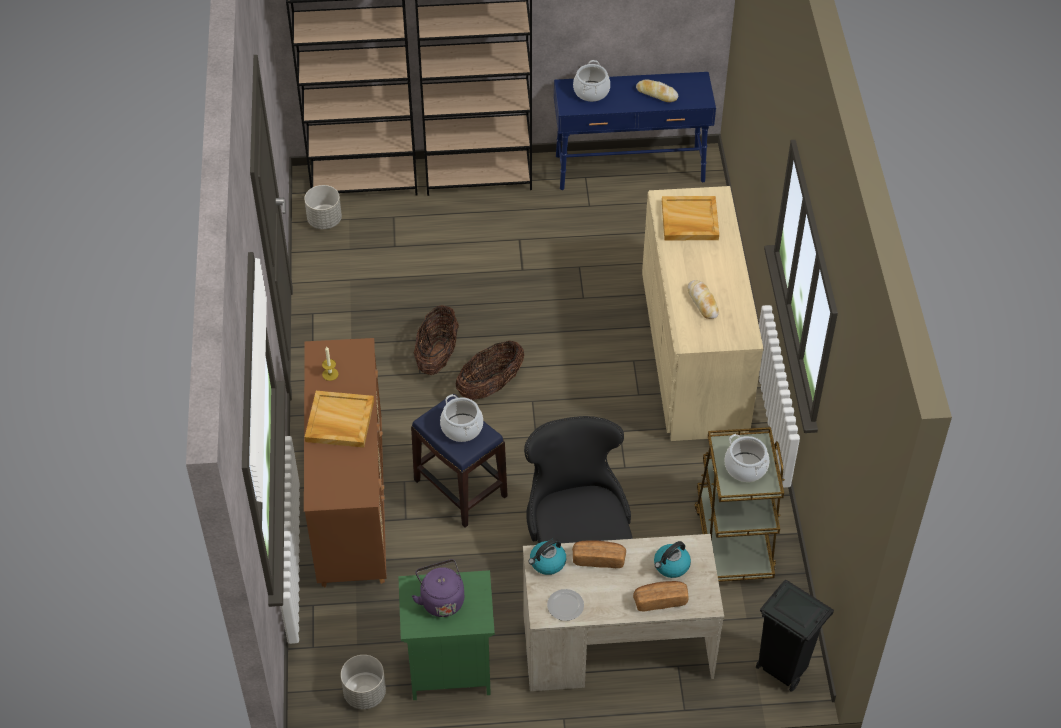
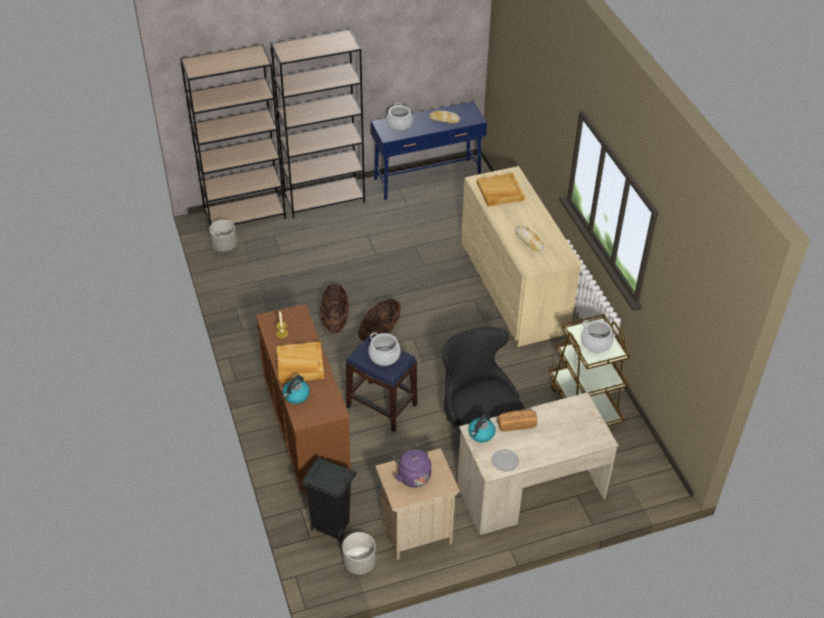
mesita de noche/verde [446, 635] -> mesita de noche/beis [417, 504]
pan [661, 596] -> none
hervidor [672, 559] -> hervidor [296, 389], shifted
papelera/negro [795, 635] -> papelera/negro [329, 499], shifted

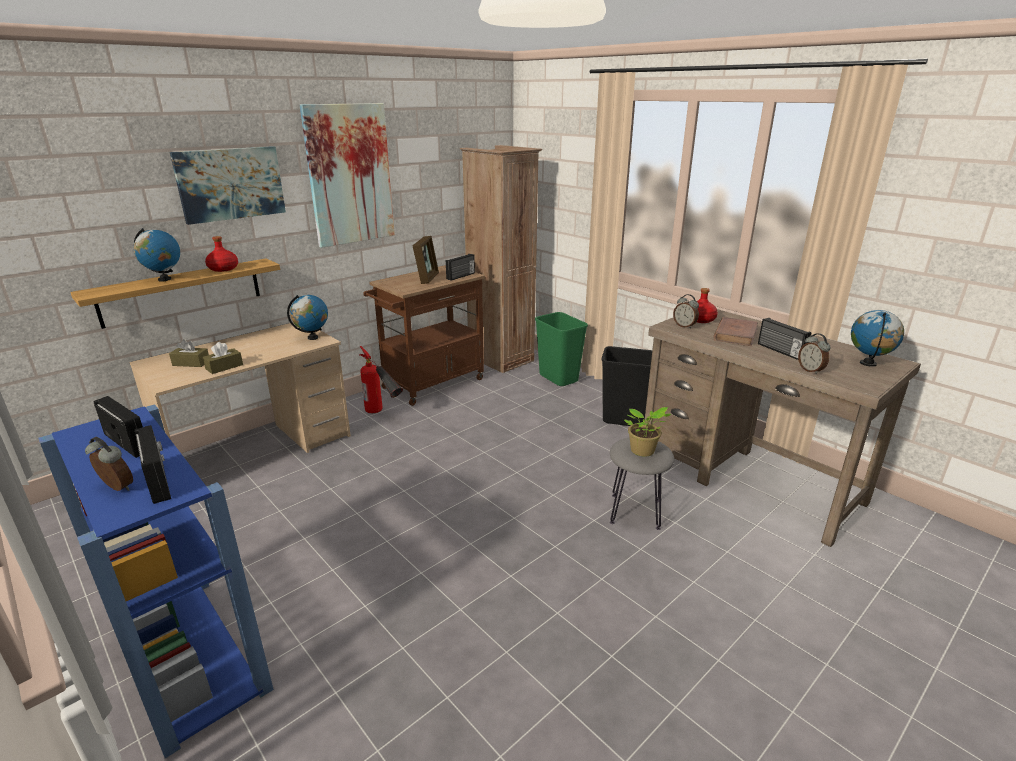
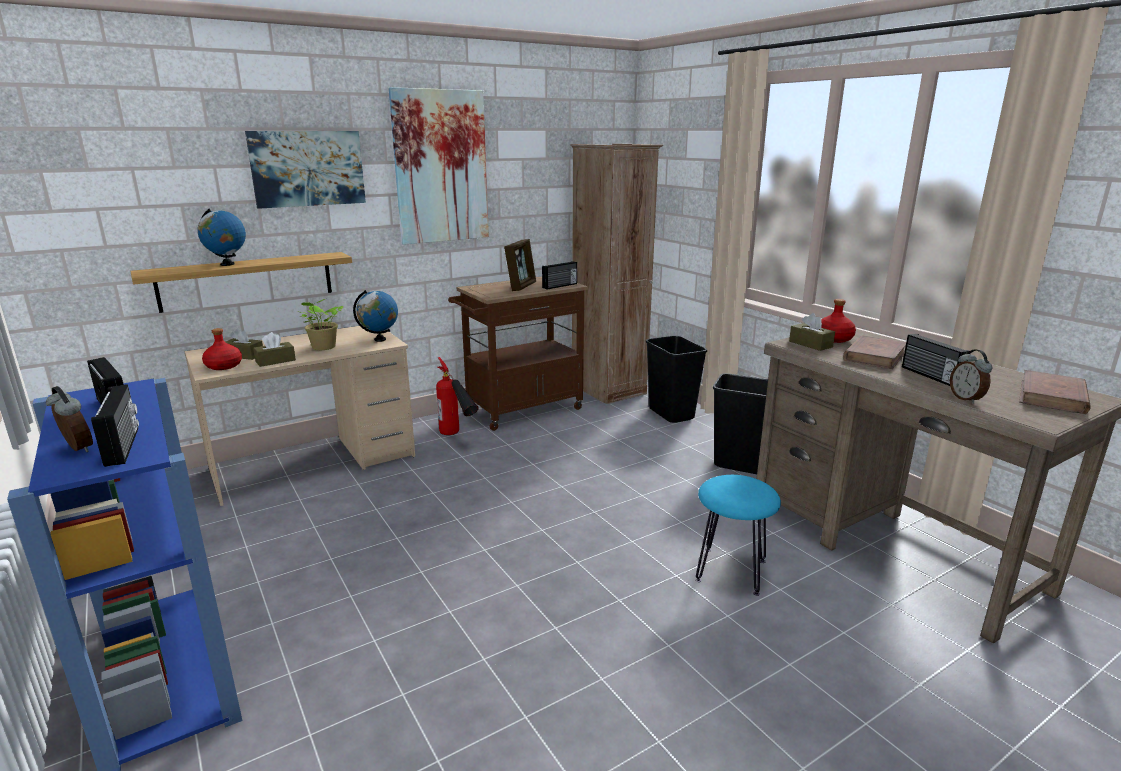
botella/rojo [221, 254] -> botella/rojo [222, 349], shifted
papelera/verde [561, 349] -> papelera/negro [676, 379]
taburete/gris [642, 483] -> taburete/turquesa [738, 535]
planta en maceta [647, 432] -> planta en maceta [319, 324], shifted
despertador [686, 311] -> caja de pañuelos/marrón [812, 332]
globo terráqueo [877, 338] -> libro/marrón [1055, 392]

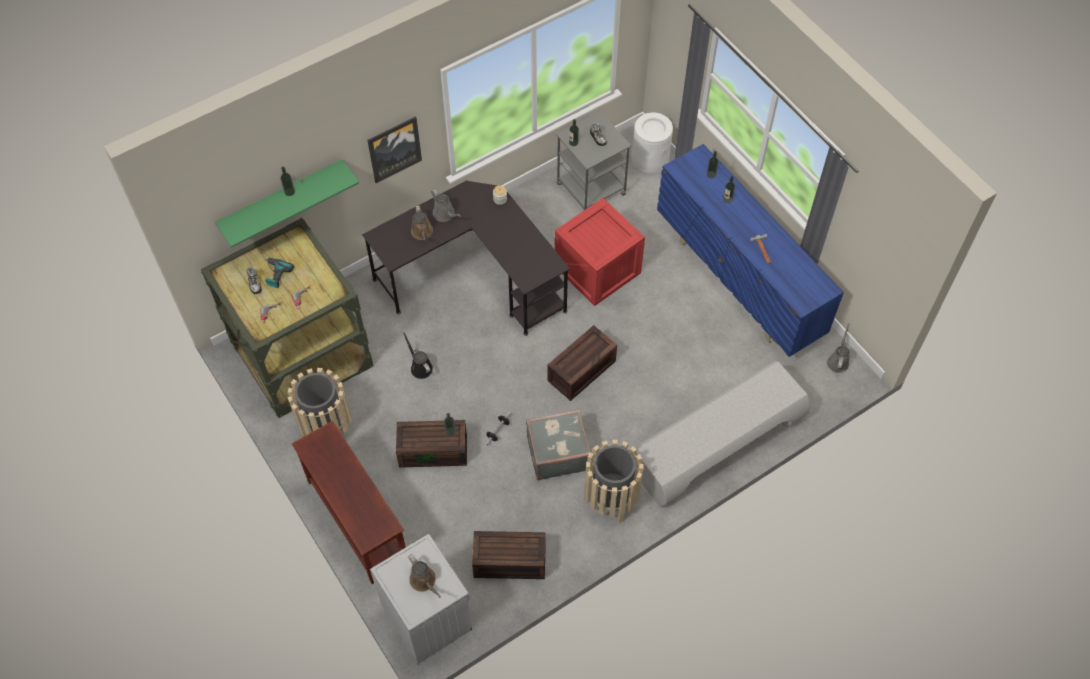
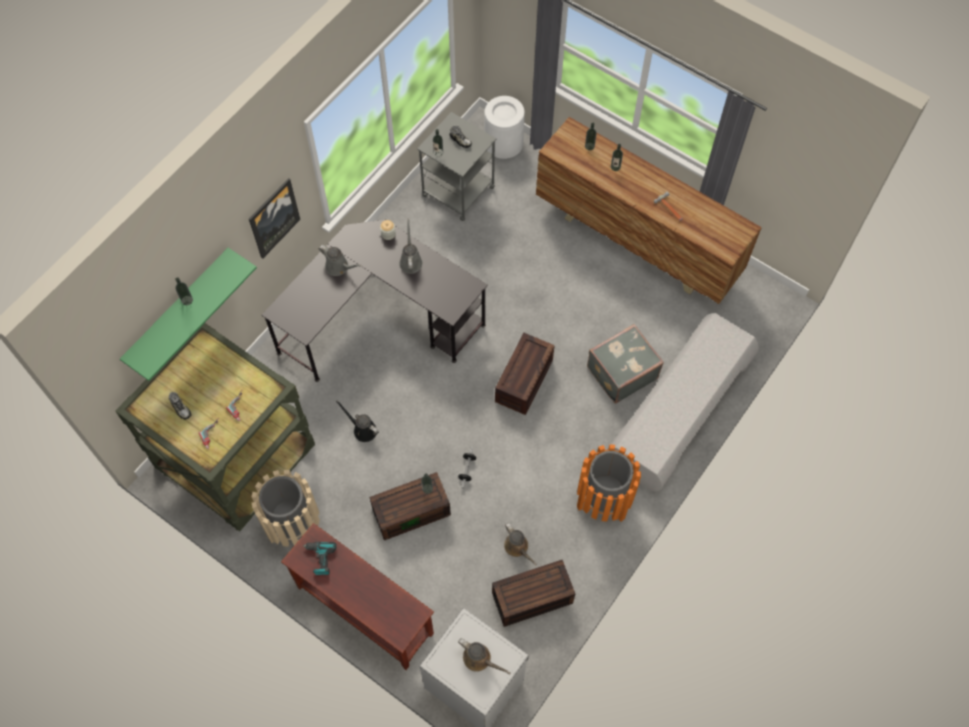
taladro [279, 273] -> taladro [320, 558], shifted
regadera/marrón [422, 223] -> regadera/marrón [520, 544], shifted
maleta/gris [558, 444] -> maleta/gris [625, 364], shifted
caja de embalaje [600, 252] -> none
papelera/beis [613, 481] -> papelera/naranja [609, 483]
armario/azul [750, 250] -> armario/marrón [649, 210]
regadera/gris [838, 348] -> regadera/gris [411, 246], shifted

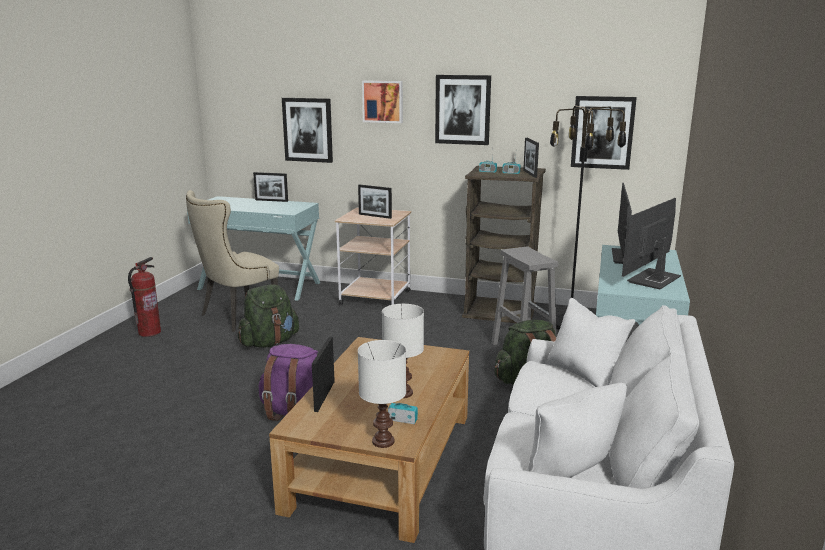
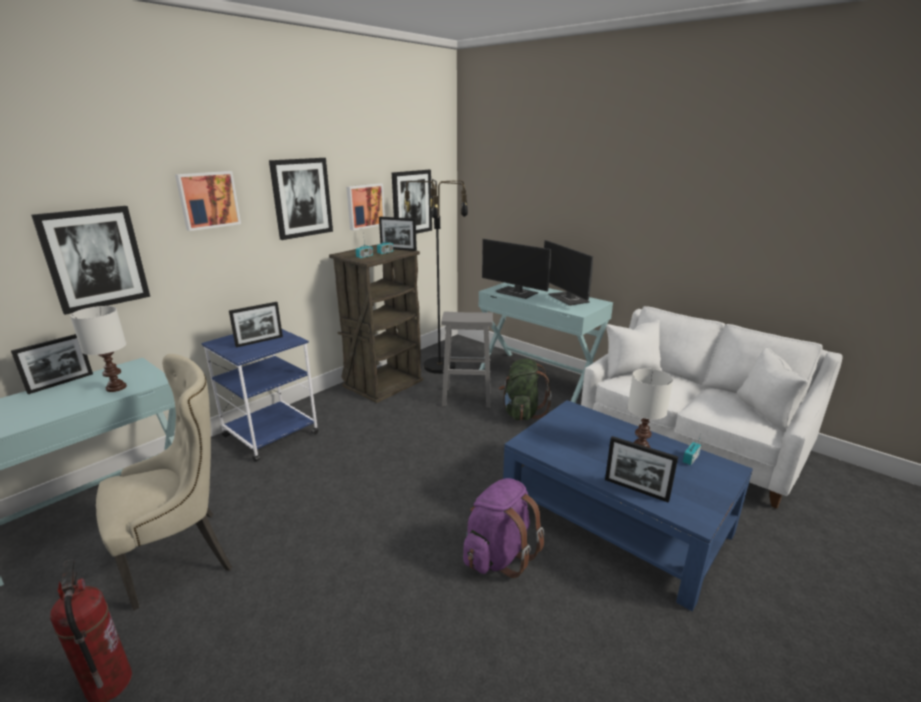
silla/beis [232, 261] -> silla/beis [164, 482], 105 degrees counterclockwise
mochila/verde [268, 316] -> none
mesa de centro/marrón [369, 440] -> mesa de centro/azul [628, 505]
carrito/beis [373, 256] -> carrito/azul [260, 395]
lámpara de mesa/blanco [382, 394] -> lámpara de mesa/blanco [98, 349], shifted
none -> cuadro [365, 207]

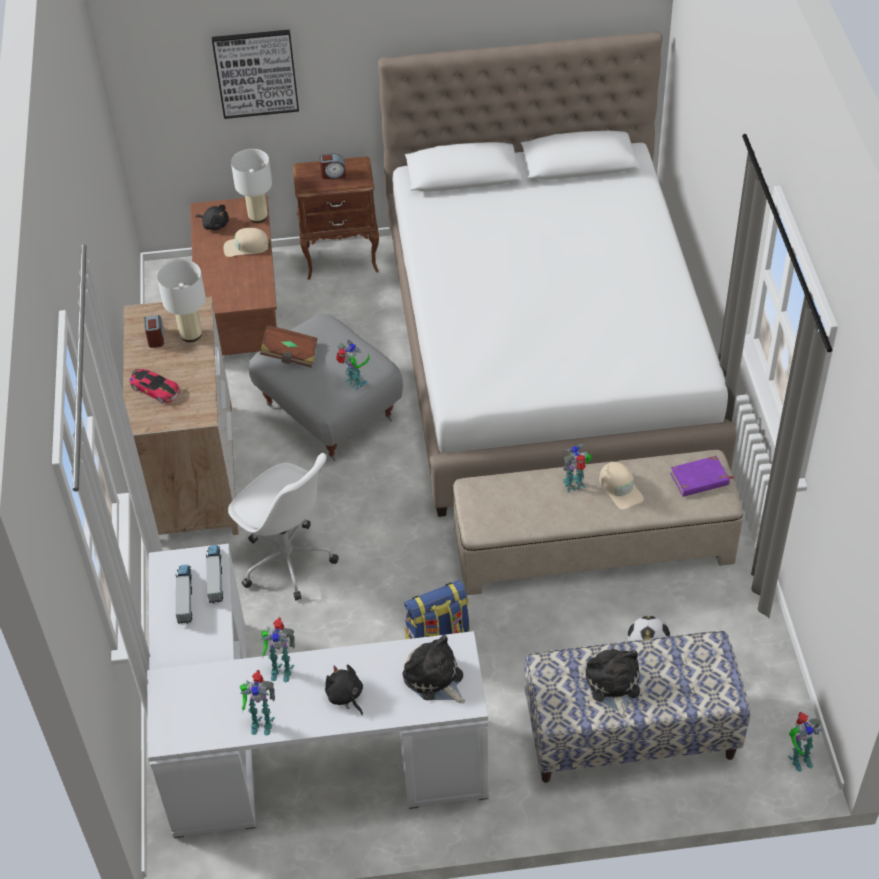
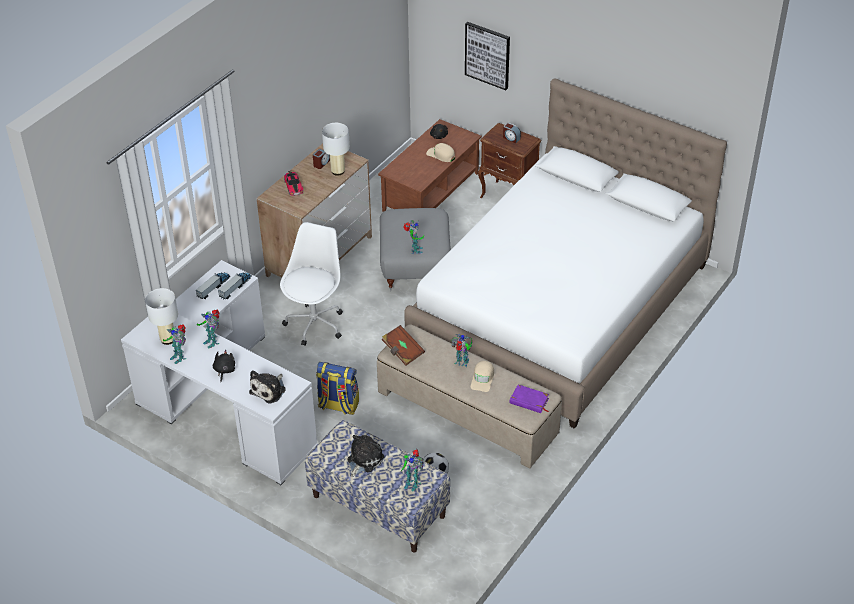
silla de oficina/blanco [283, 527] -> silla de oficina/blanco [311, 284], 150 degrees counterclockwise
lámpara de mesa/blanco [251, 186] -> lámpara de mesa/blanco [161, 316], shifted
libro/marrón [289, 346] -> libro/marrón [403, 345], shifted
peluche [433, 669] -> peluche [267, 386], 150 degrees counterclockwise
robot de juguete [805, 742] -> robot de juguete [412, 470], shifted

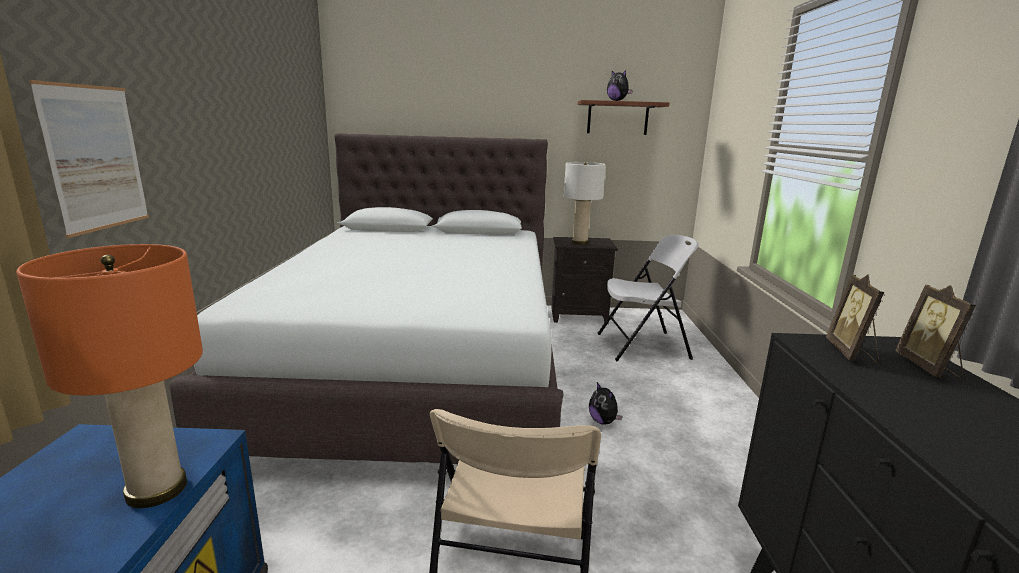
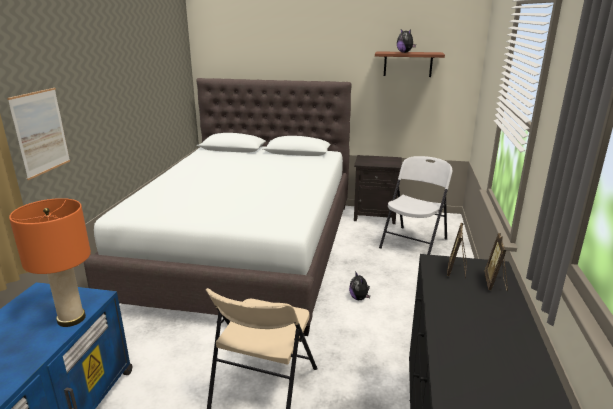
lámpara de mesa/blanco [585, 203] -> none
silla/blanco [648, 298] -> silla/blanco [415, 205], 60 degrees counterclockwise

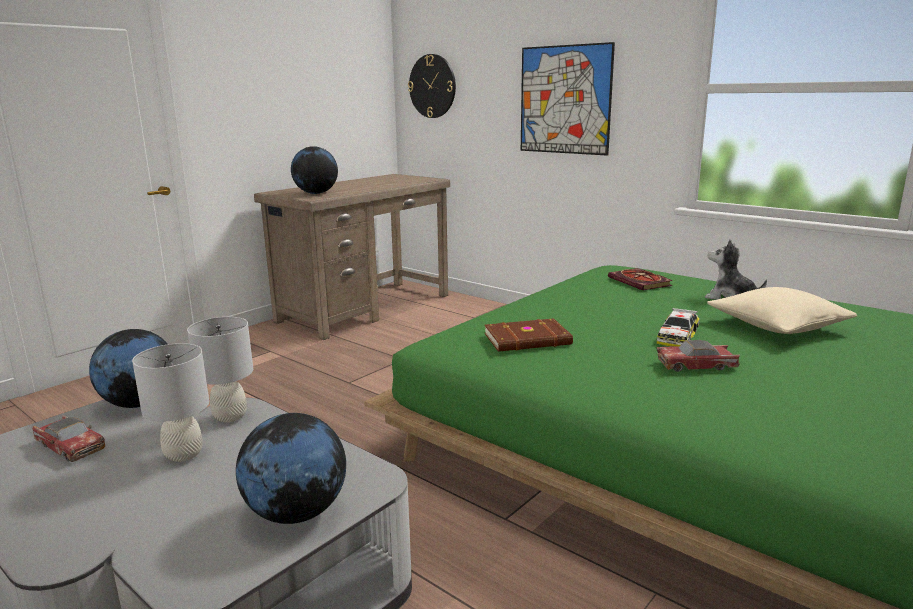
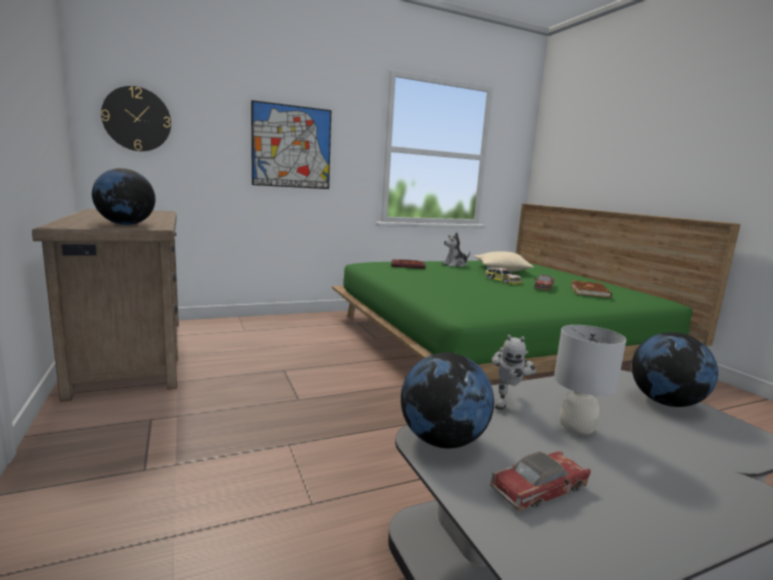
lámpara de mesa/gris [220, 369] -> robot de juguete [513, 372]
libro/marrón [528, 335] -> libro/marrón [591, 289], shifted

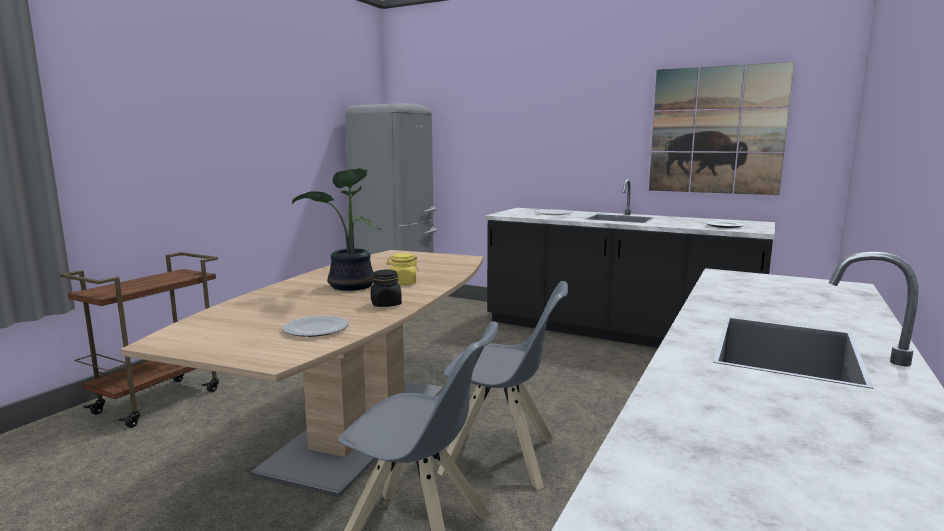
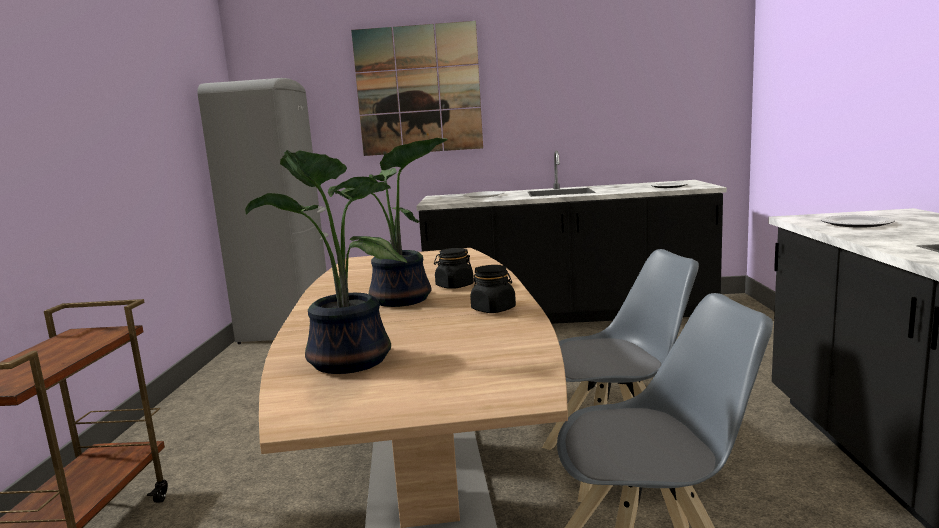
plato [316, 326] -> plato [858, 221], shifted
tarro/amarillo [402, 269] -> tarro/negro [454, 268]
cuadro [721, 128] -> cuadro [417, 88], shifted
none -> planta en maceta [326, 262]

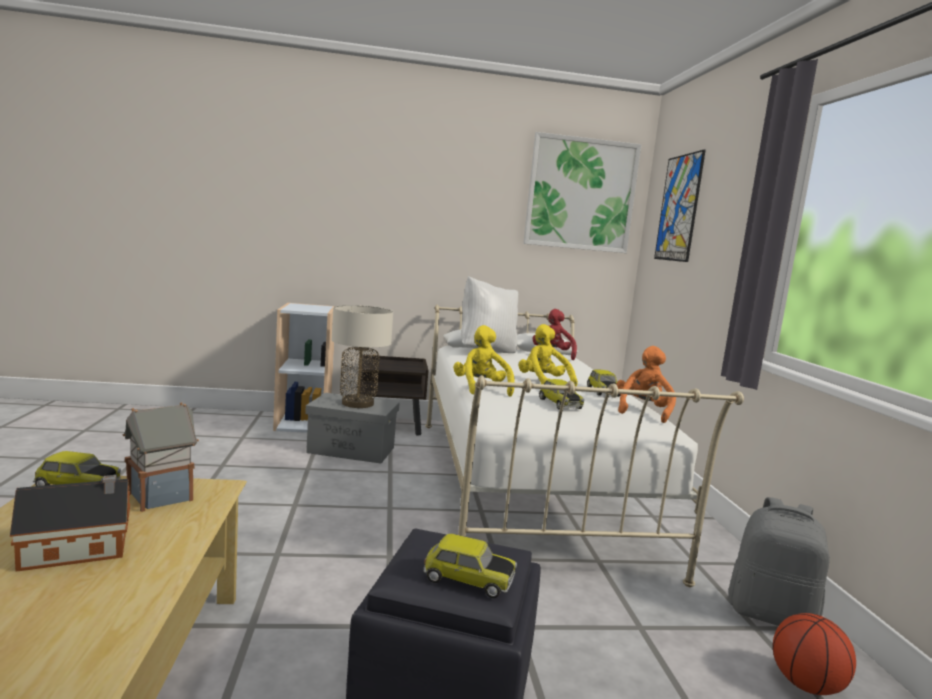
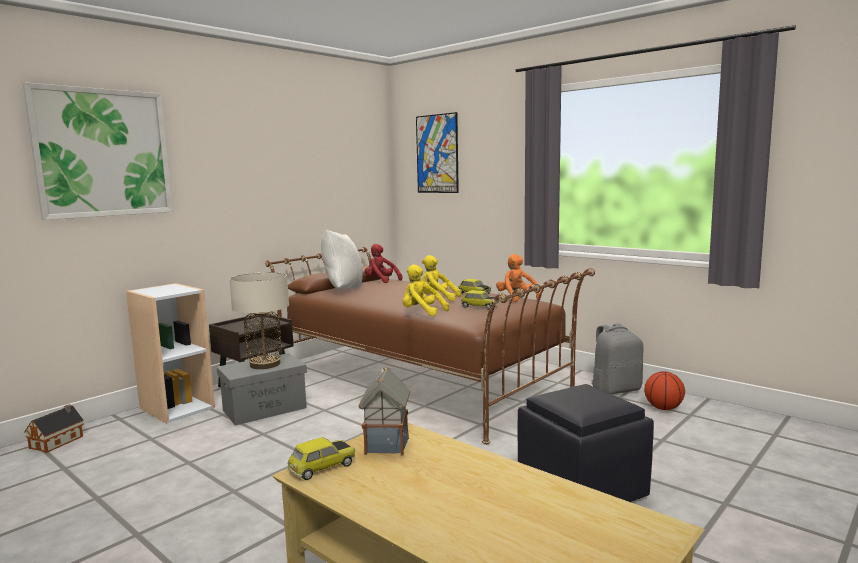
casita [70, 523] -> casita [54, 428], shifted
coche de juguete [470, 566] -> none
cama/blanco [584, 445] -> cama/marrón [430, 346]
cuadro [582, 192] -> cuadro [98, 151], shifted

